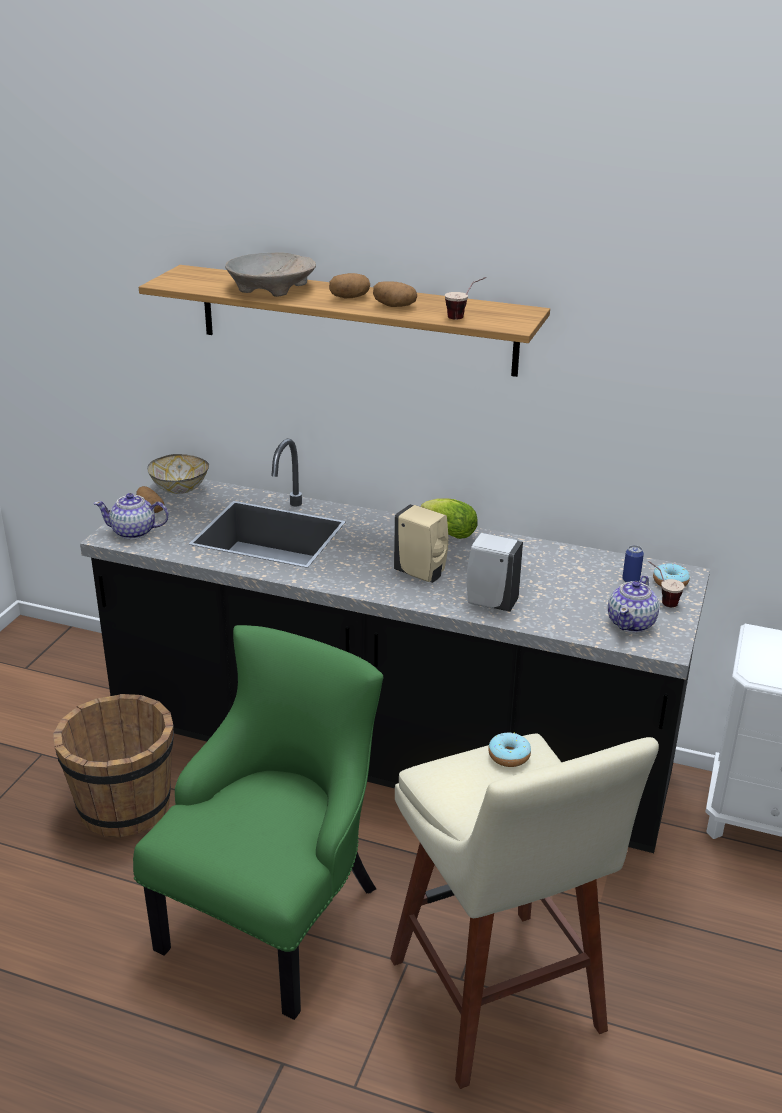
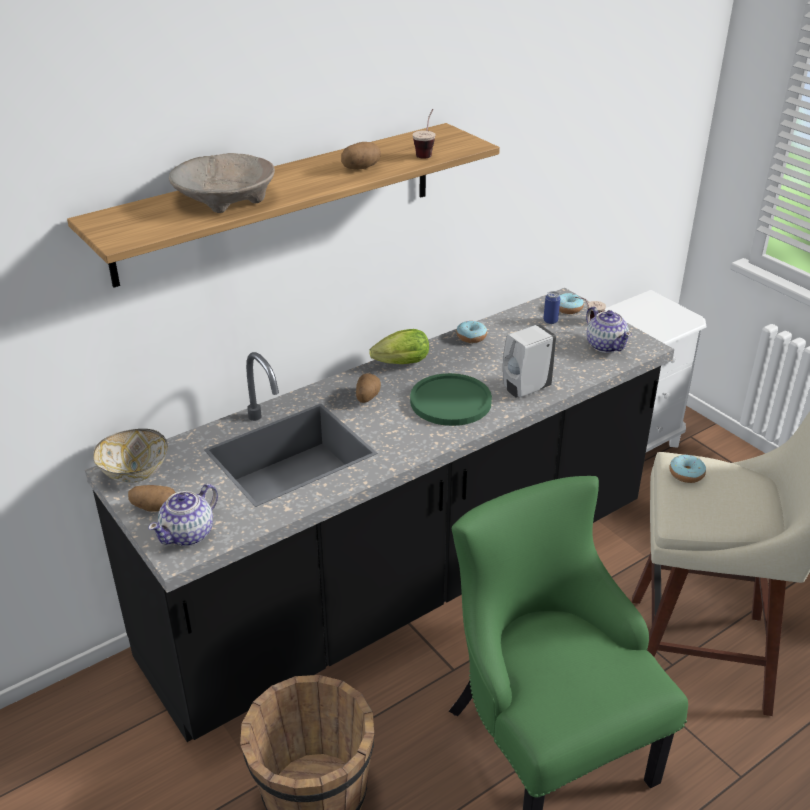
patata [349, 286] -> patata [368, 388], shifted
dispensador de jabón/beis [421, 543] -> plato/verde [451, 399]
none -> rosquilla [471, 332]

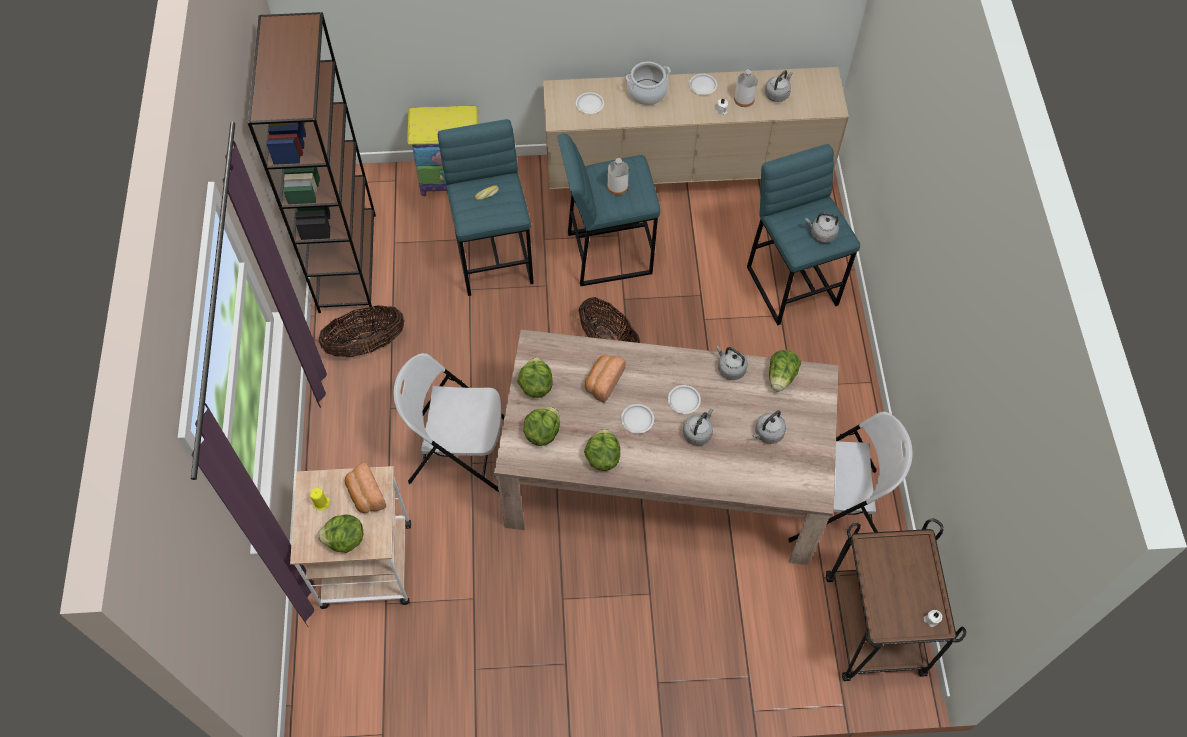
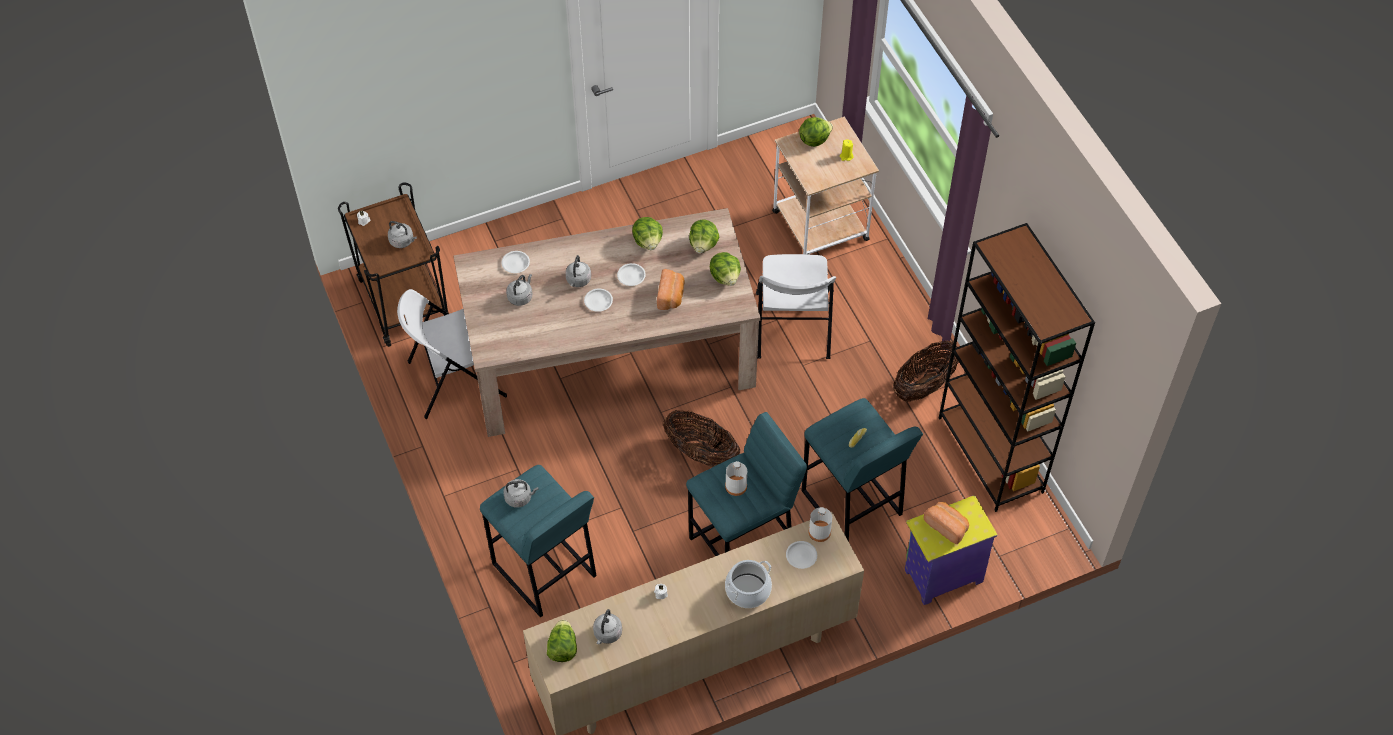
pan [365, 487] -> pan [946, 523], shifted
silla/blanco [449, 422] -> silla/blanco [796, 306], 105 degrees clockwise
plato/blanco [703, 84] -> plato/blanco [516, 262], shifted
hervidor/gris [732, 363] -> hervidor/gris [402, 234], shifted
botella/blanco [745, 88] -> botella/blanco [820, 524], shifted
lechuga [785, 371] -> lechuga [562, 641], shifted

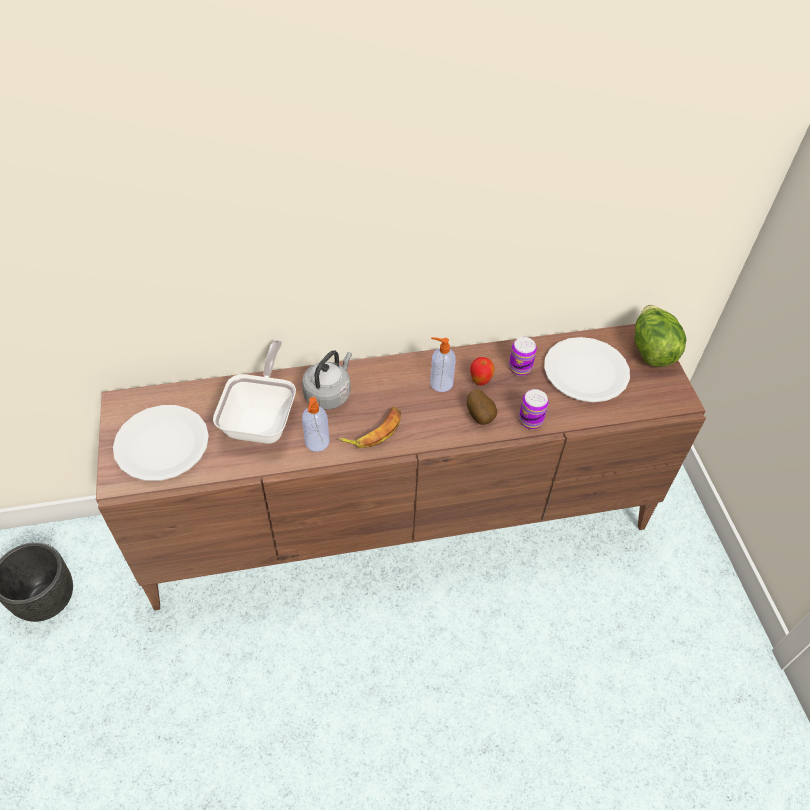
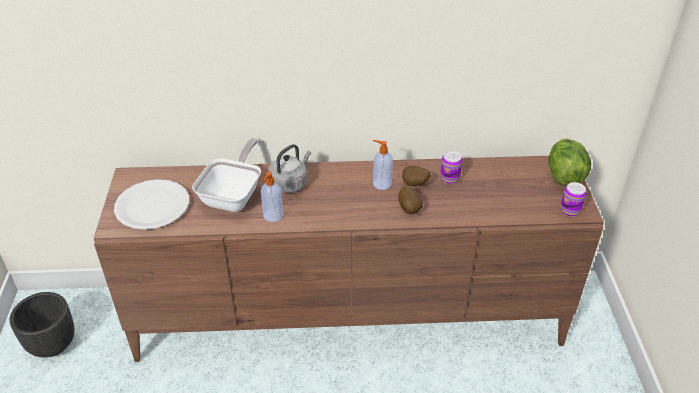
plátano [369, 427] -> none
manzana [482, 371] -> patata [416, 175]
lata [534, 409] -> lata [573, 199], shifted
plato/blanco [587, 369] -> none

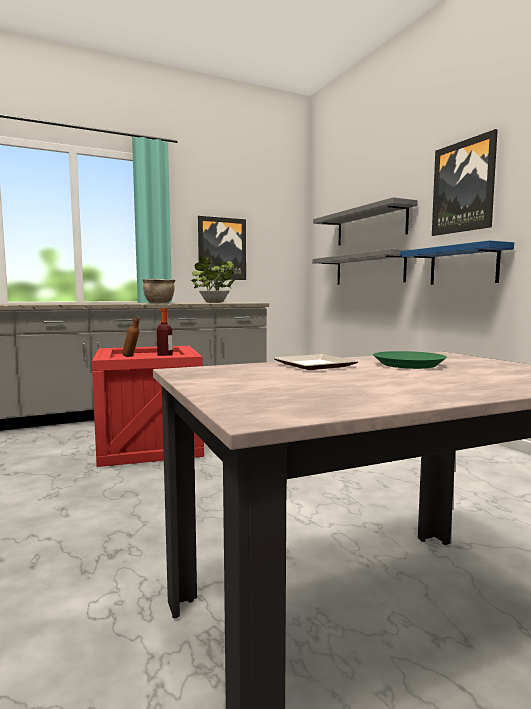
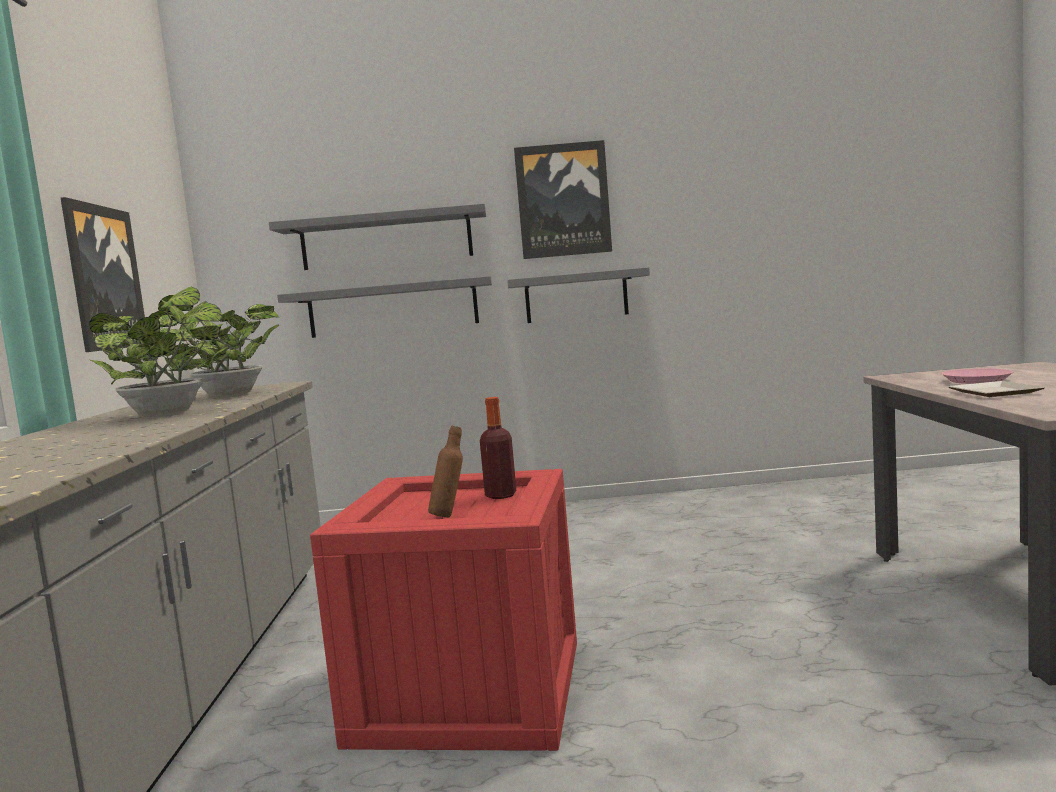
olla/marrón [158, 291] -> planta en maceta [158, 351]
plato/verde [410, 360] -> plato/rosa [977, 376]
estante/azul [457, 262] -> estante/gris [578, 295]

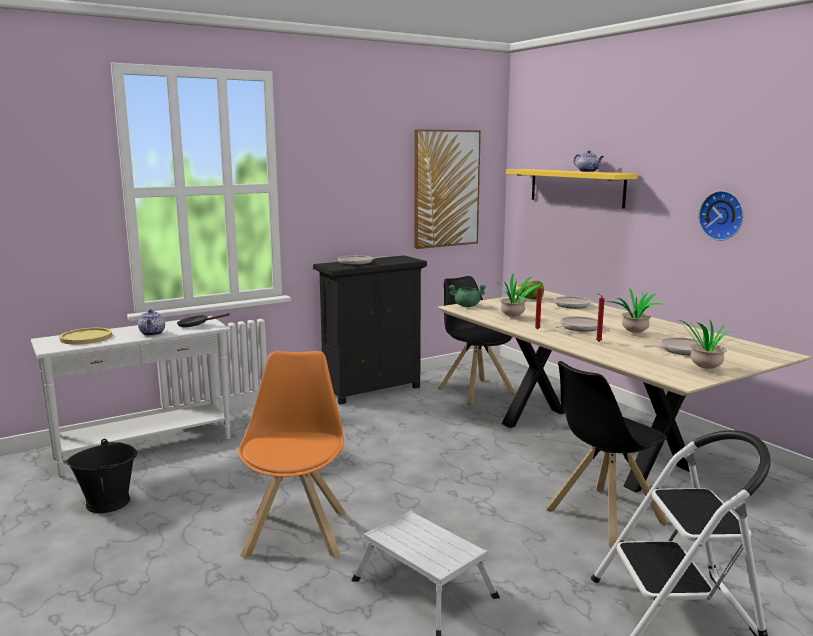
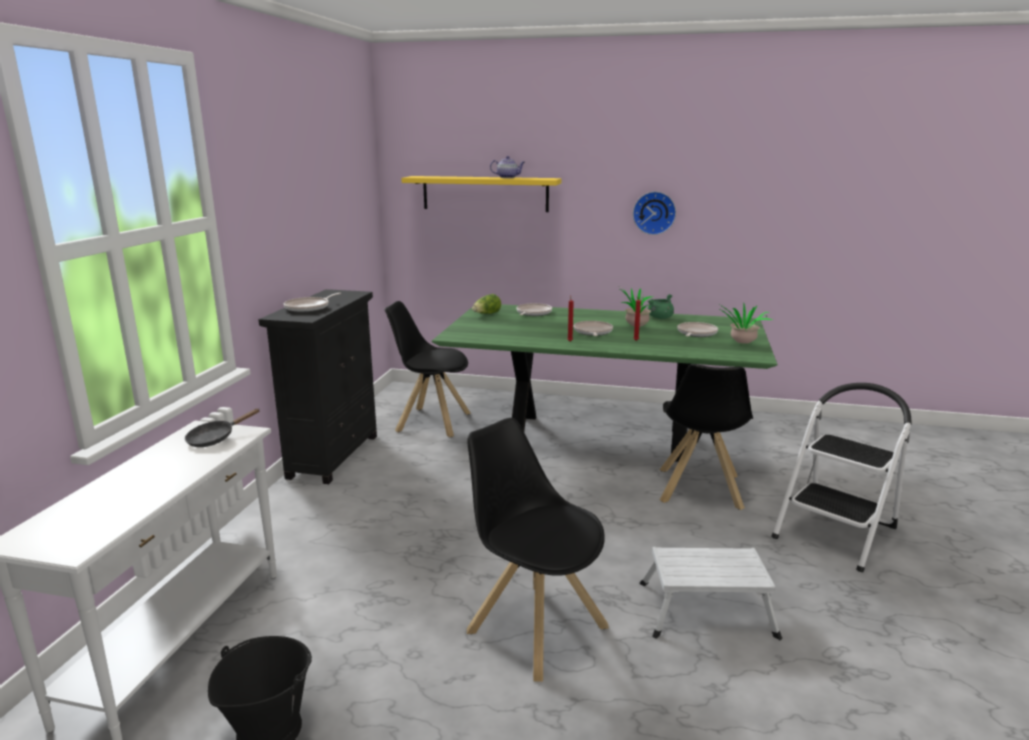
plato/amarillo [85, 336] -> none
tetera [151, 322] -> none
silla/naranja [292, 455] -> silla/negro [538, 550]
cuadro [447, 189] -> none
mesa de comedor/beis [624, 392] -> mesa de comedor/verde [604, 383]
olla/verde [467, 296] -> olla/verde [661, 306], shifted
planta en maceta [515, 295] -> none

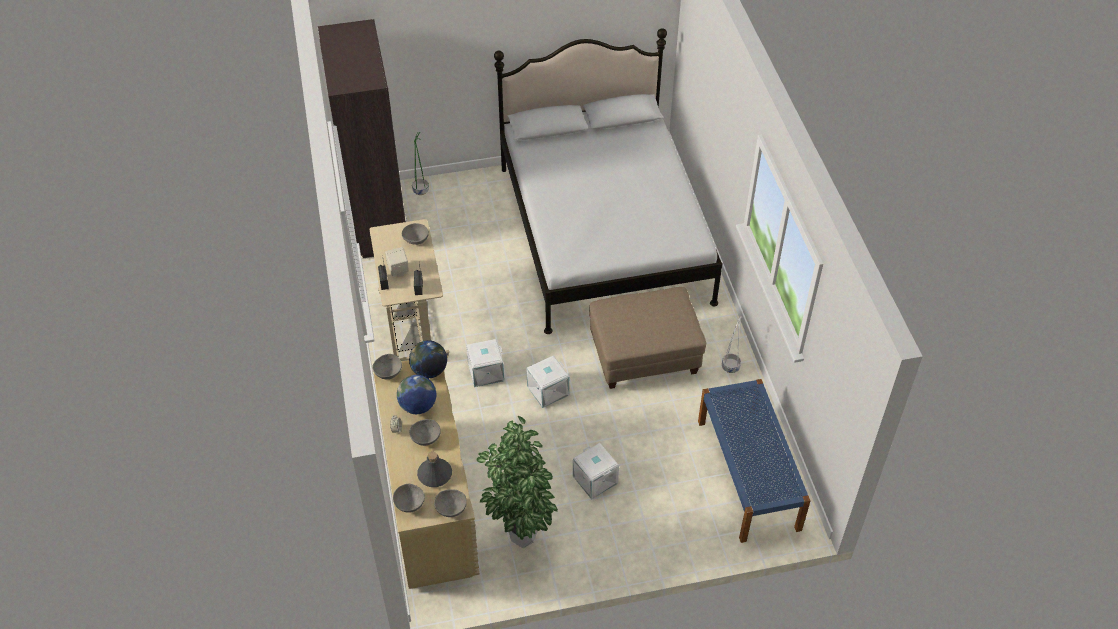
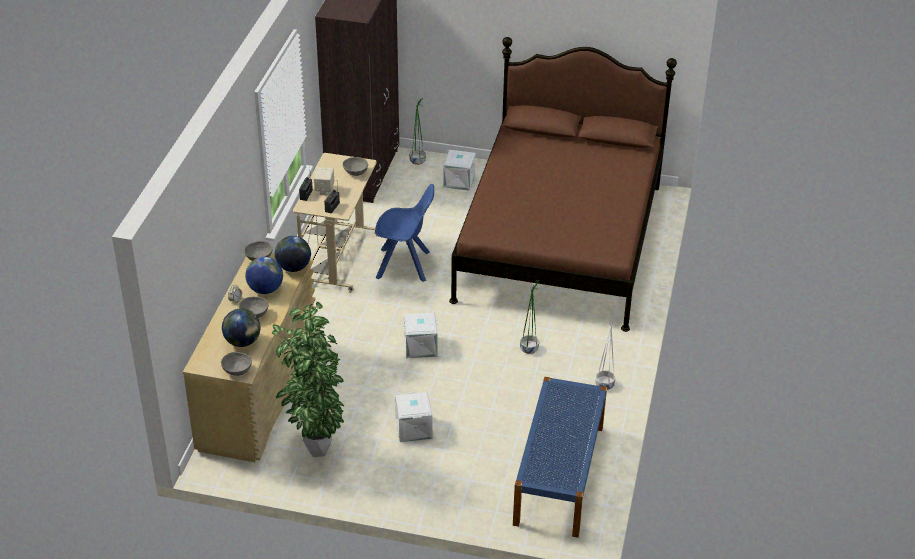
cuenco/gris [409, 498] -> none
botella/gris [434, 469] -> globo terráqueo [241, 328]
caja de almacenaje/blanco [485, 363] -> caja de almacenaje/blanco [459, 170], shifted
cama/blanco [608, 181] -> cama/marrón [563, 184]
puf/beis [647, 338] -> maceta/verde [529, 317]
none -> silla/azul [404, 233]

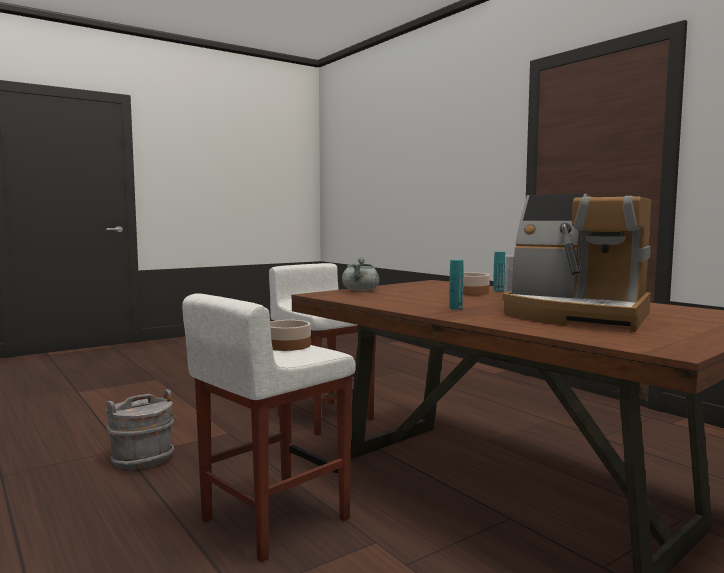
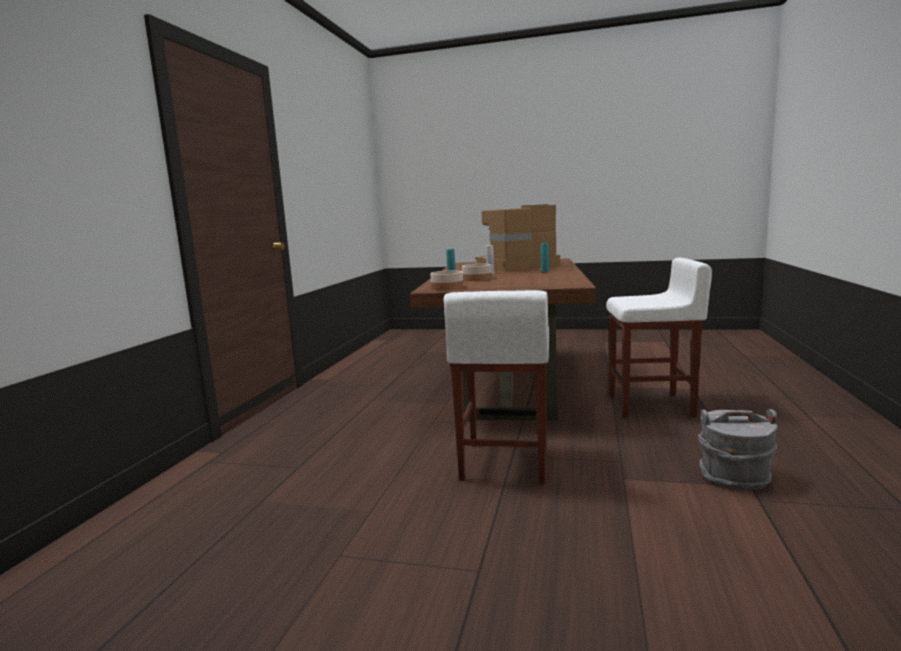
cuenco [290, 335] -> cuenco [446, 280], shifted
olla/gris [360, 274] -> none
cafetera [576, 263] -> cafetera [517, 238], 105 degrees counterclockwise

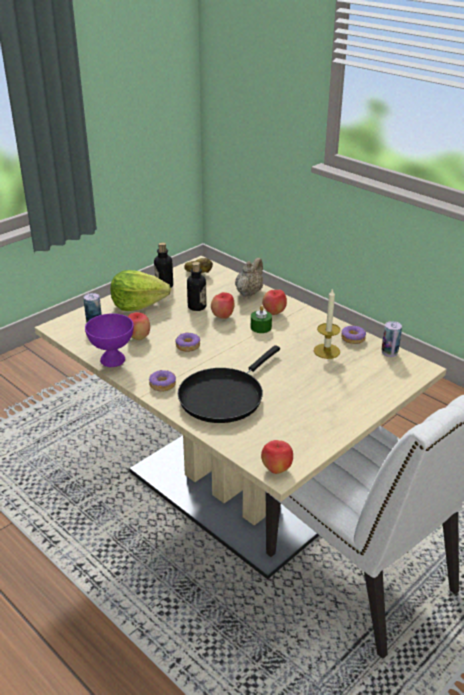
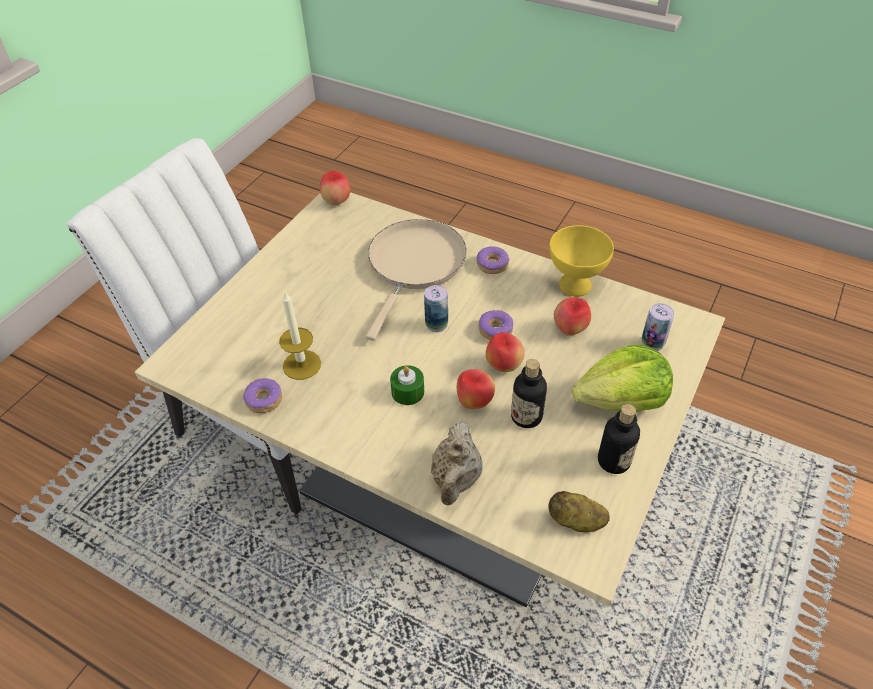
cuenco/morado [109, 340] -> cuenco/amarillo [581, 261]
sartén/negro [229, 384] -> sartén/beis [416, 280]
manzana [274, 302] -> manzana [505, 352], shifted
lata [392, 339] -> lata [436, 308], shifted

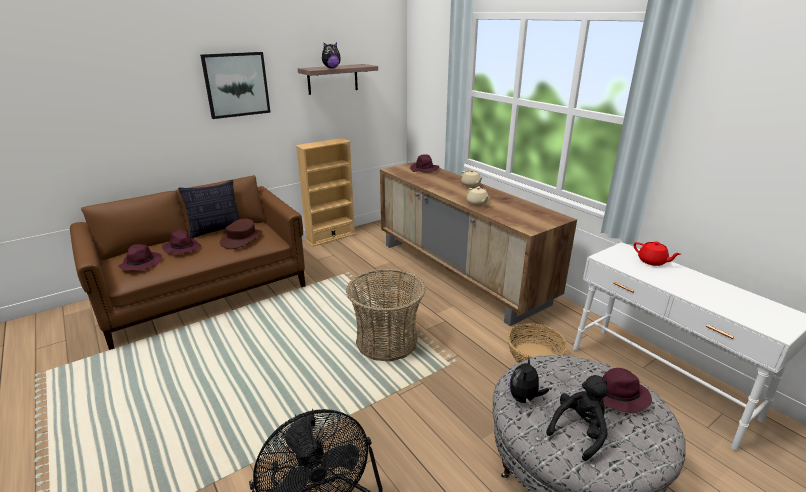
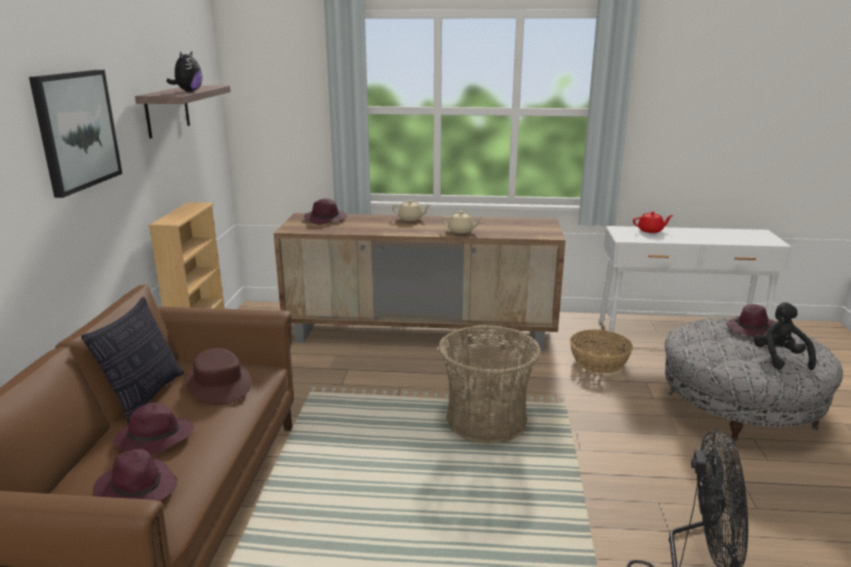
peluche [529, 381] -> none

